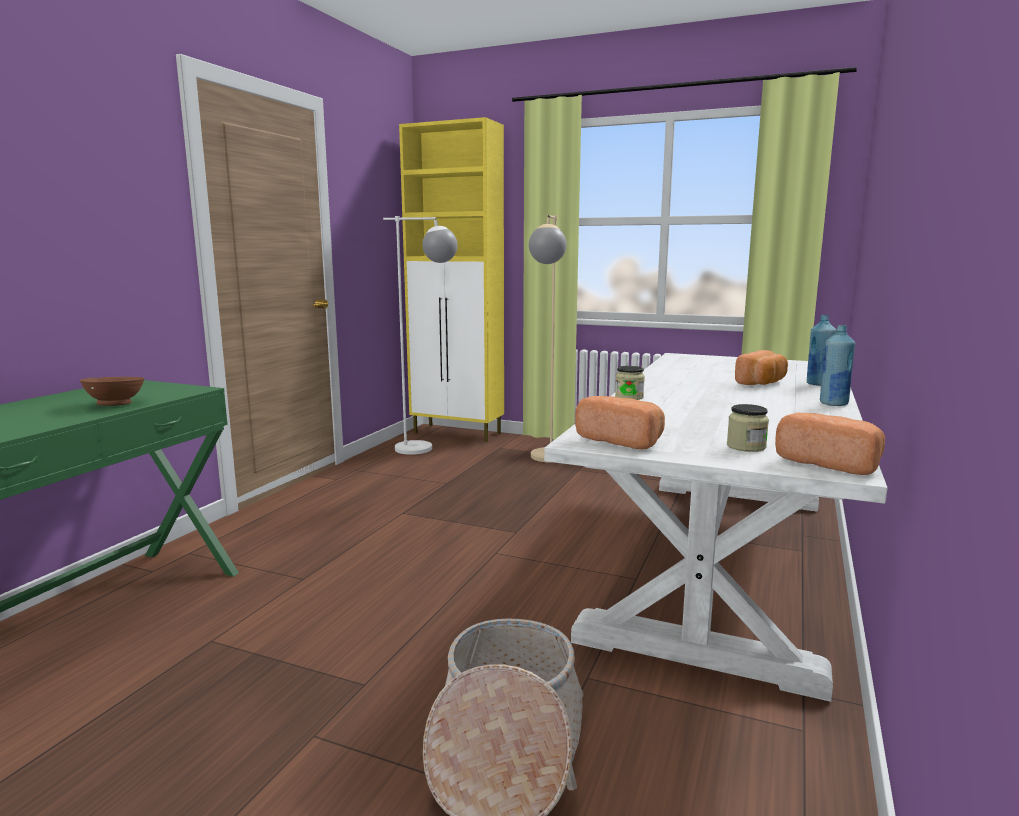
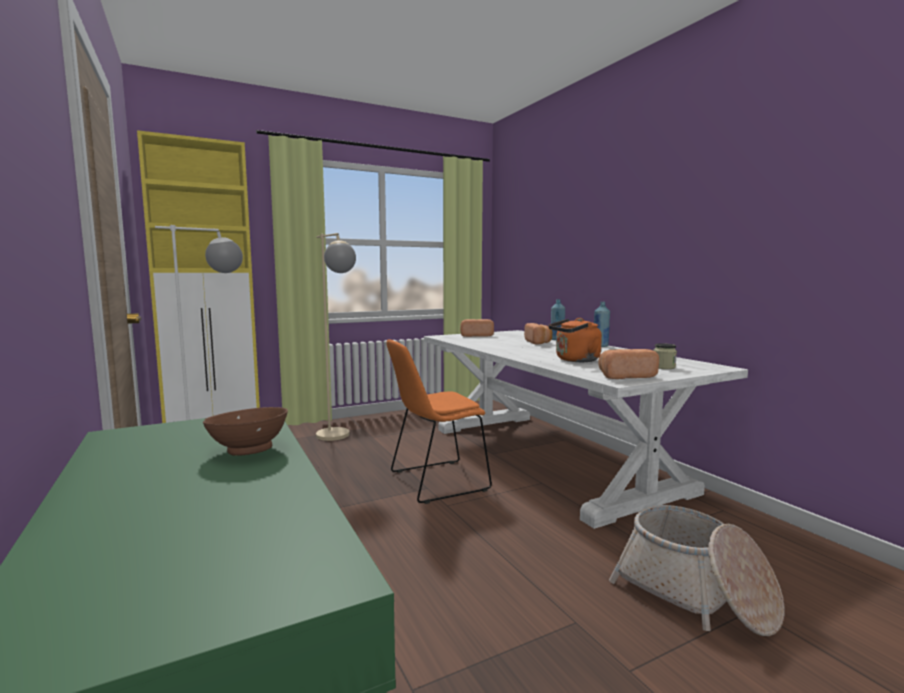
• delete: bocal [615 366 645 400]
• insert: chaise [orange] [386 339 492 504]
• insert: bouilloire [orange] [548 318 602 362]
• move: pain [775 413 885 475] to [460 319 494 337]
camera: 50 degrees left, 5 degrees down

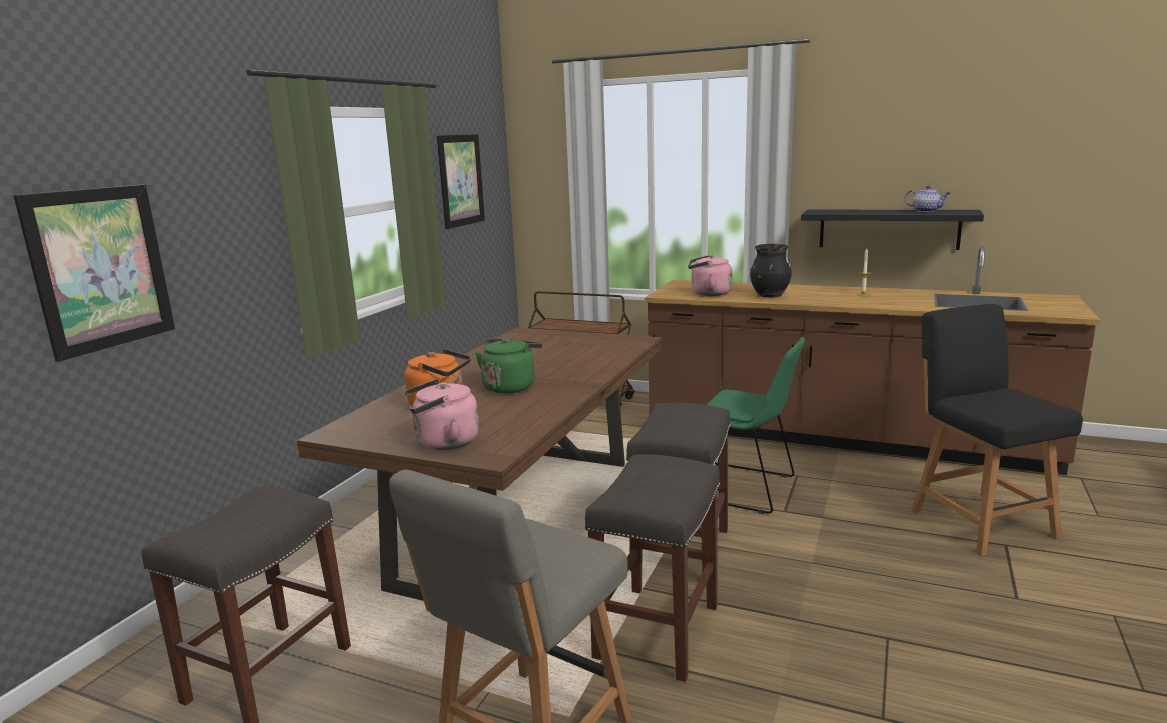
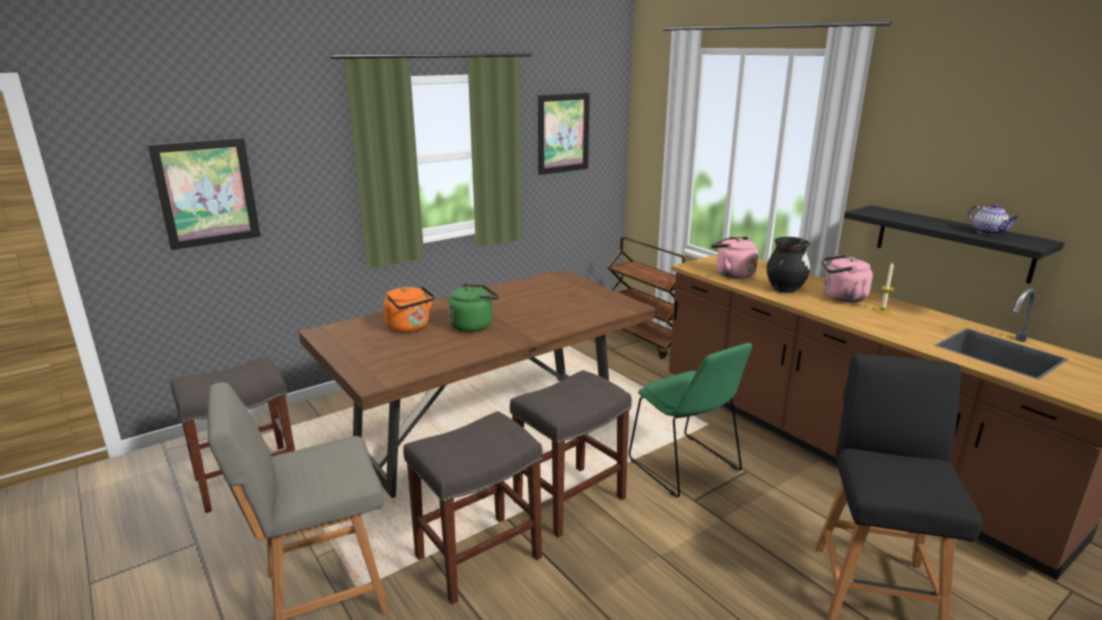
• move: bouilloire [rose] [404 379 479 450] to [822 254 873 302]
camera: 30 degrees right, 5 degrees up

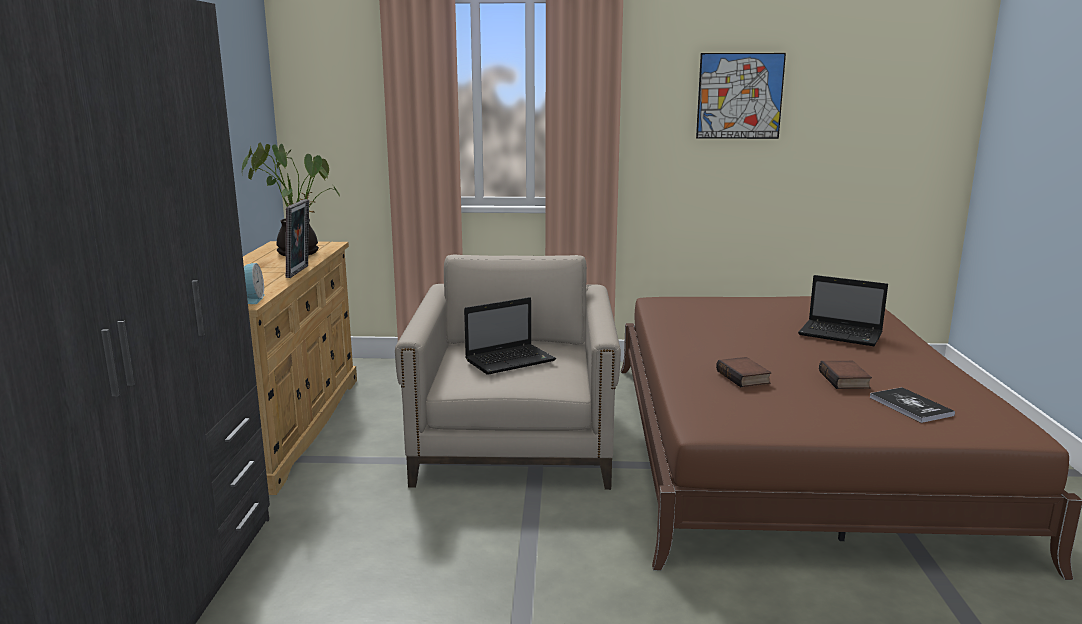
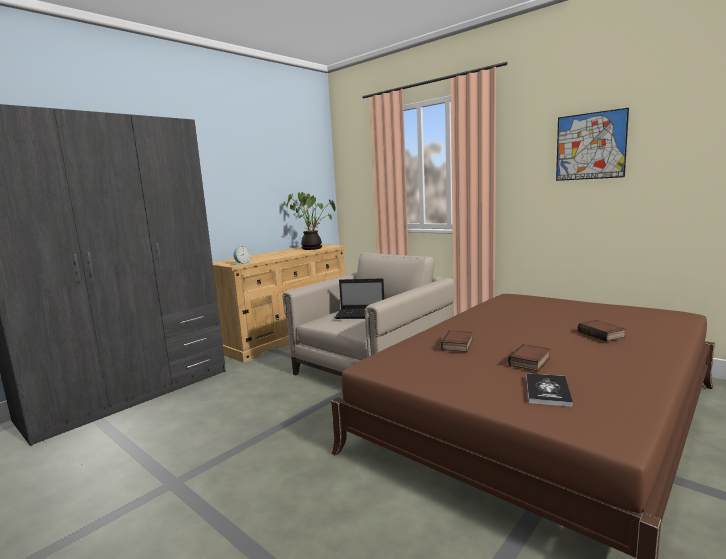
• delete: cadre photo [286 199 309 278]
• replace: ordinateur portable [798 275 888 346] to livre [578 320 626 342]
camera: 40 degrees right, 5 degrees down

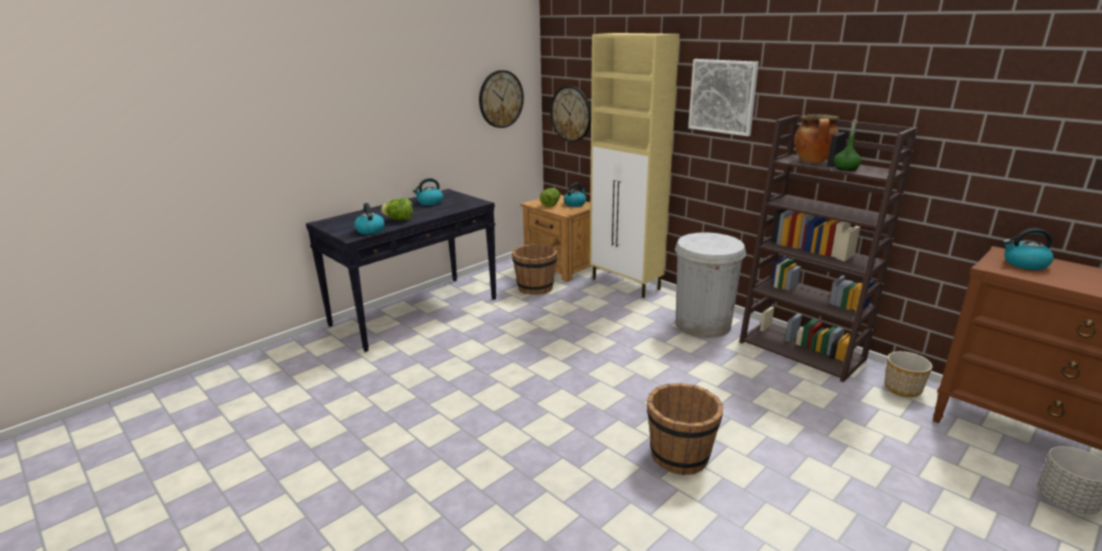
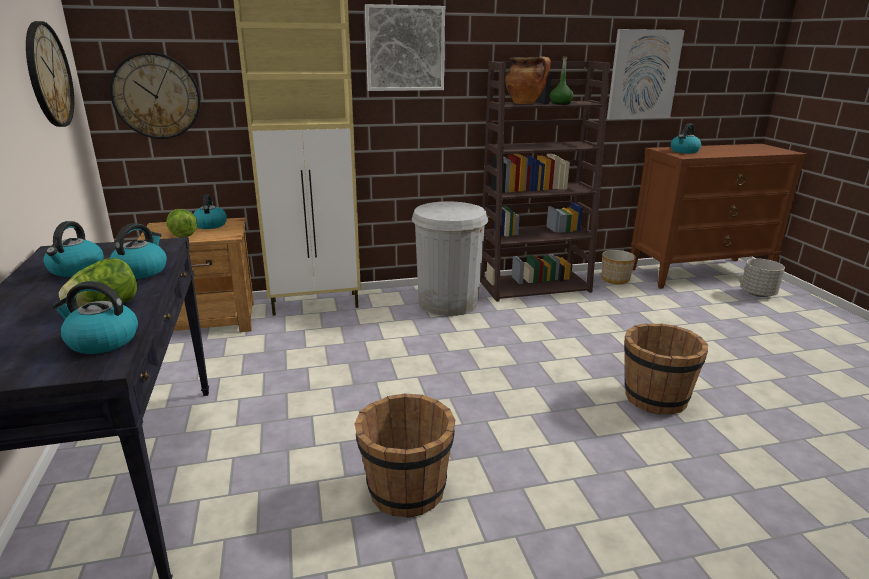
• insert: bouilloire [110 223 167 279]
• insert: tableau [607 29 685 120]
• move: seau [marron] [512 244 557 295] to [354 394 455 518]
camera: 60 degrees left, 0 degrees up

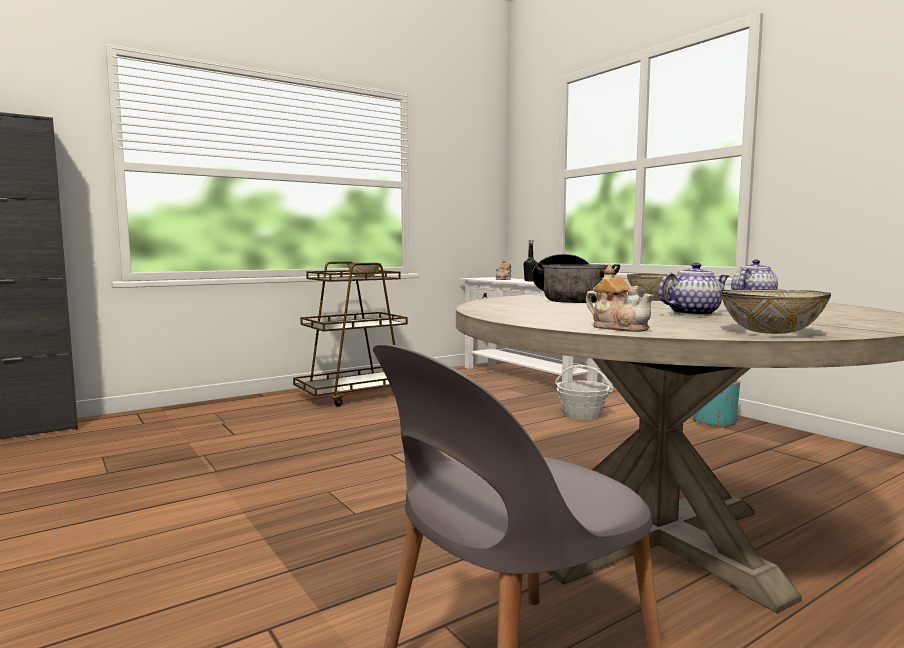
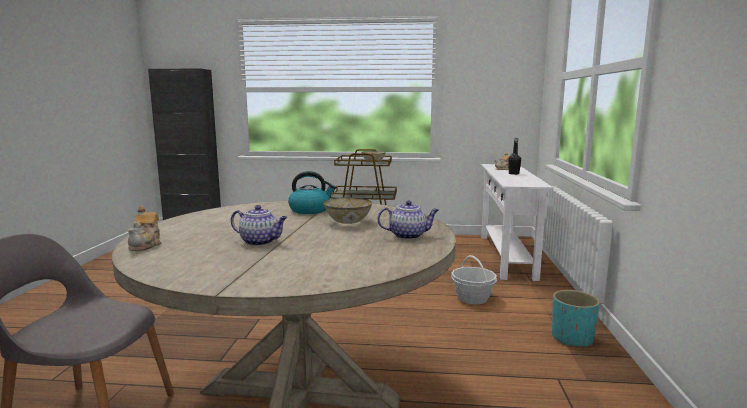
• delete: bol [719 289 831 334]
• replace: marmite [532 254 620 303] to bouilloire [288 171 336 214]
camera: 40 degrees right, 5 degrees up

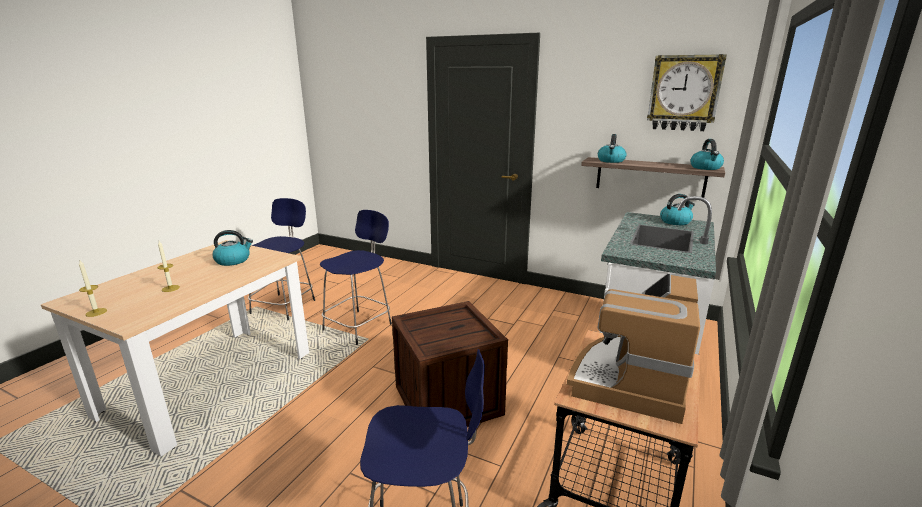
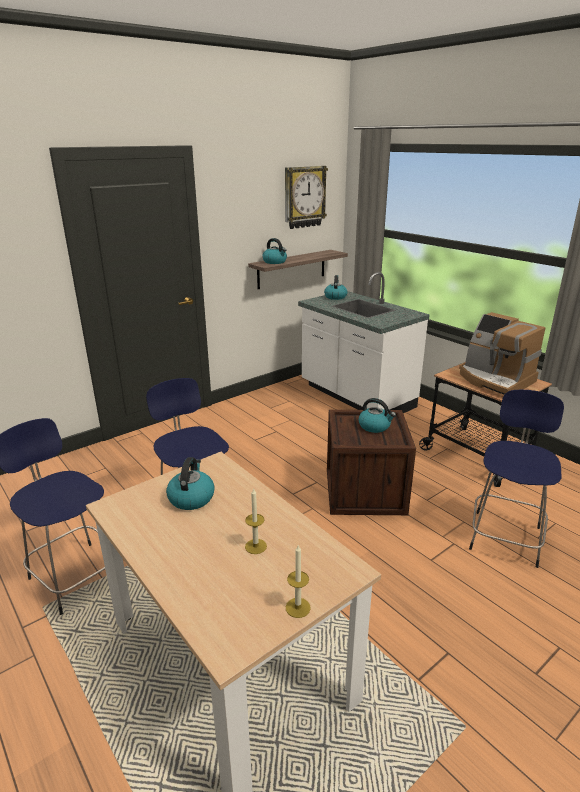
• move: bouilloire [691 139 724 170] to [359 398 396 433]
camera: 65 degrees left, 5 degrees up

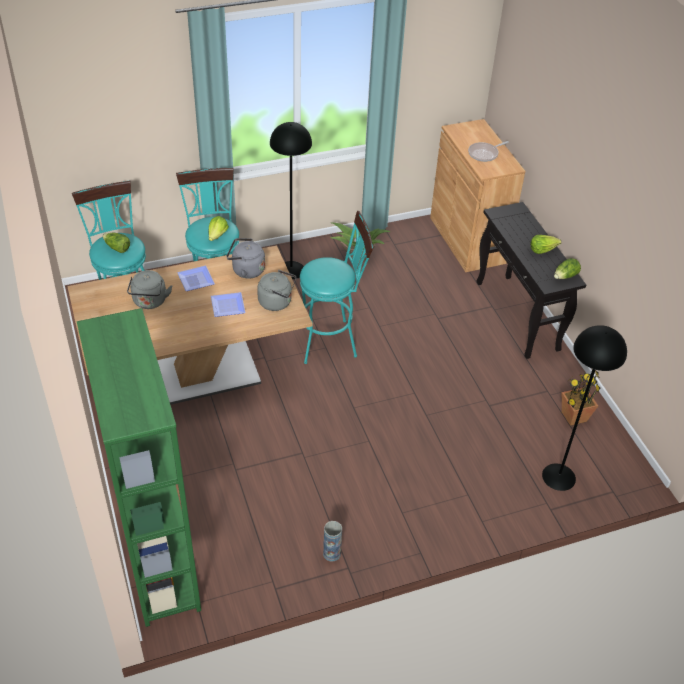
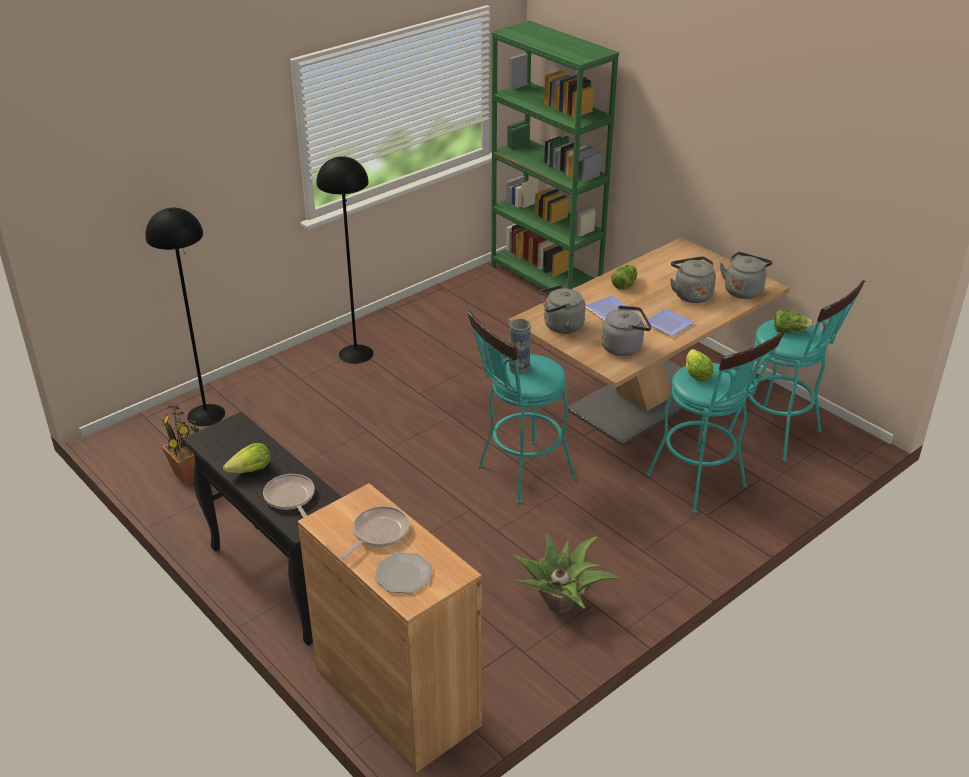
• insert: poêle [263 474 315 518]
• insert: assiette [375 552 432 593]
• insert: bouilloire [gris] [720 252 772 299]
• move: lampadaire [noir] [270 122 312 279] to [317 156 373 364]
• move: vase [323 521 342 561] to [509 318 531 374]
• move: laitue [554 258 581 279] to [611 265 637 290]
camera: 160 degrees right, 10 degrees down

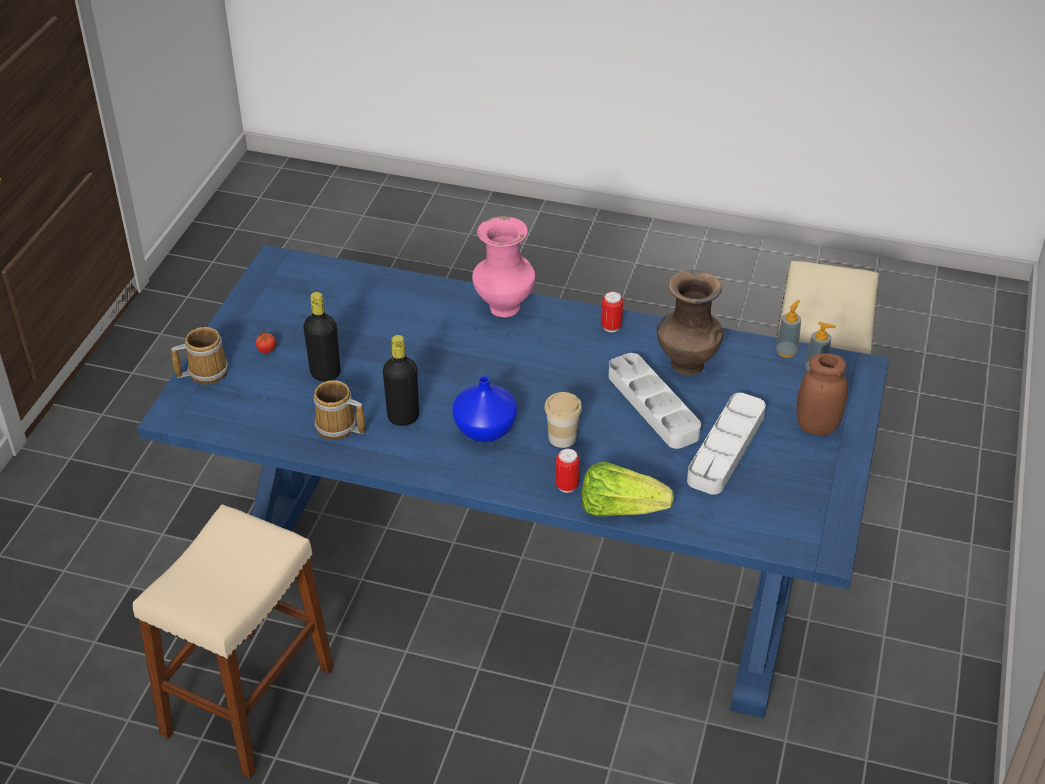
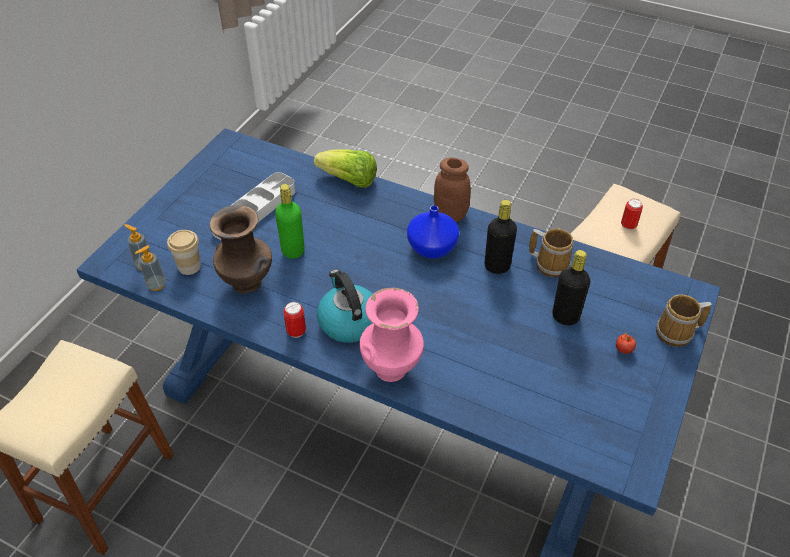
• insert: bouilloire [317 270 373 343]
• move: tasse [544 392 582 448] to [167 230 201 275]
• move: boîte métallique [555 449 580 493] to [621 199 643 230]
• move: bocal [marron] [796 353 848 436] to [434 157 471 222]
• replace: plateau [gris] [609 353 701 449] to bouteille [vert] [275 184 305 259]
camera: 170 degrees left, 5 degrees up

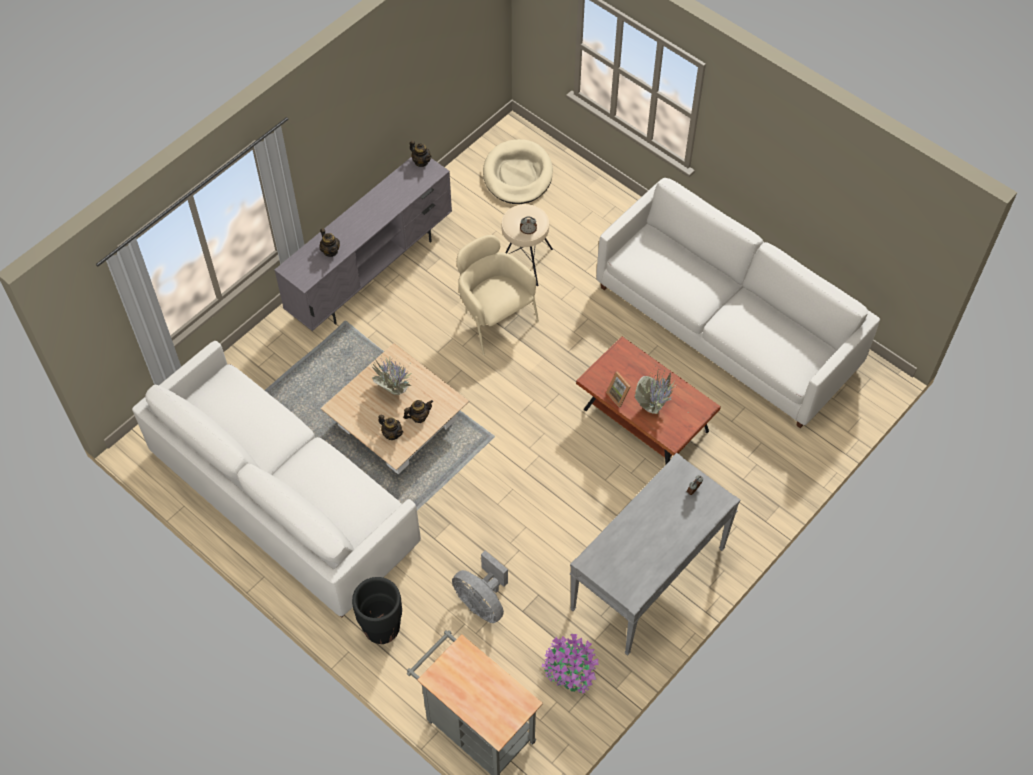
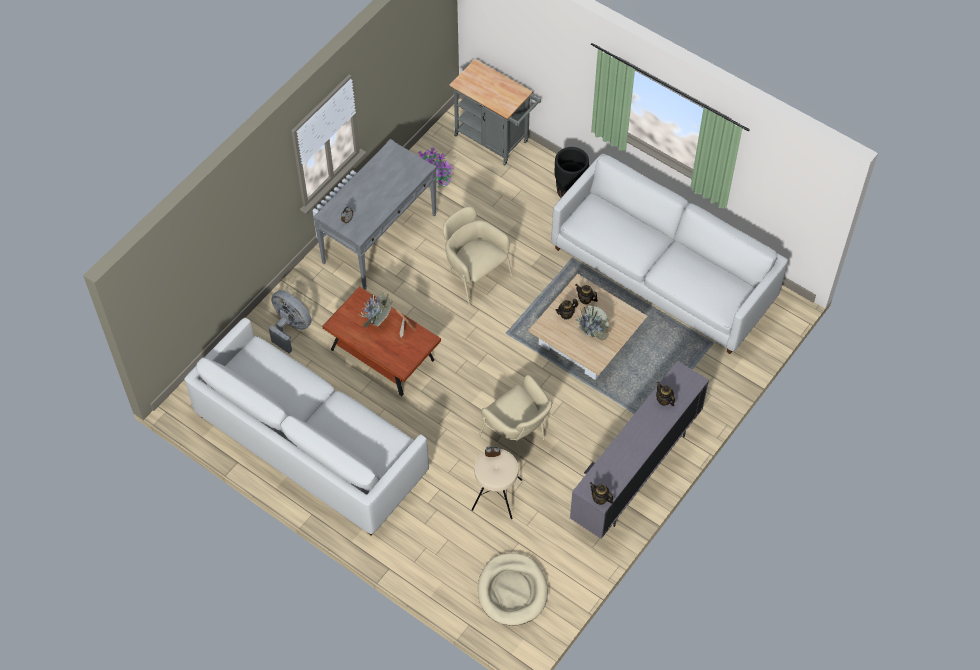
• insert: fauteuil [beige] [443 207 512 307]
• move: ventilateur [gris] [452 550 508 623] to [269 290 312 354]
camera: 175 degrees right, 0 degrees up

